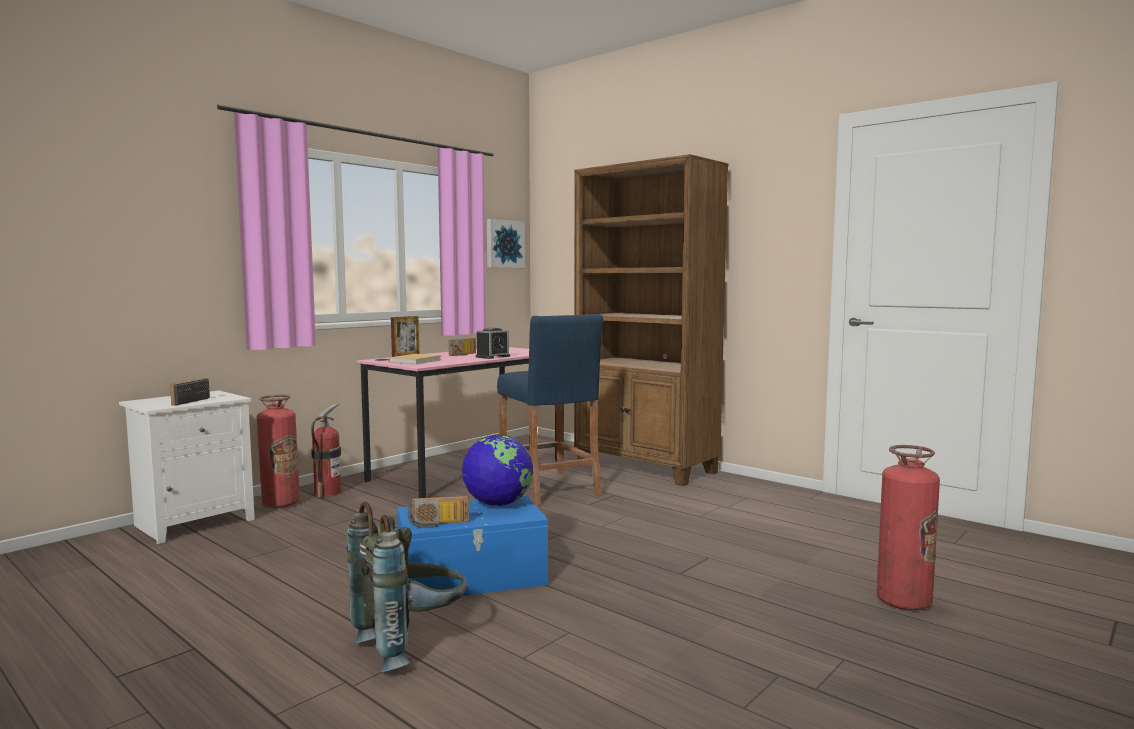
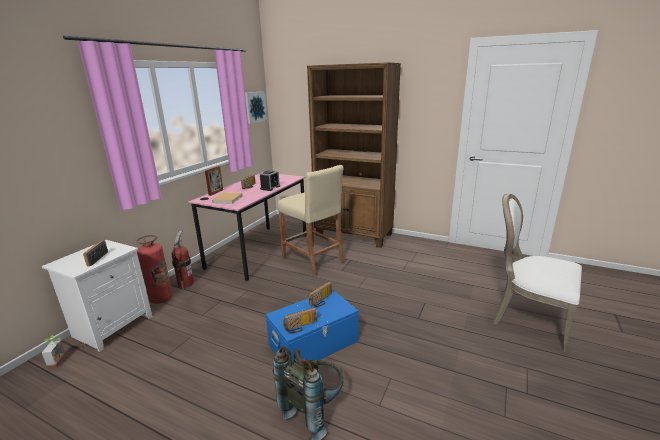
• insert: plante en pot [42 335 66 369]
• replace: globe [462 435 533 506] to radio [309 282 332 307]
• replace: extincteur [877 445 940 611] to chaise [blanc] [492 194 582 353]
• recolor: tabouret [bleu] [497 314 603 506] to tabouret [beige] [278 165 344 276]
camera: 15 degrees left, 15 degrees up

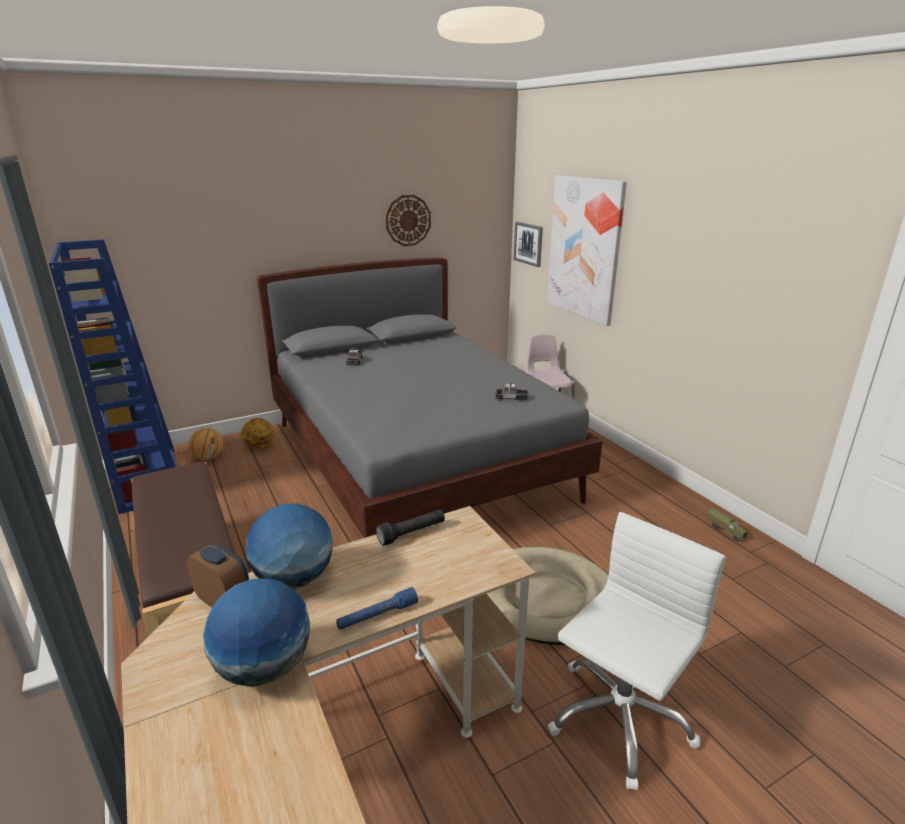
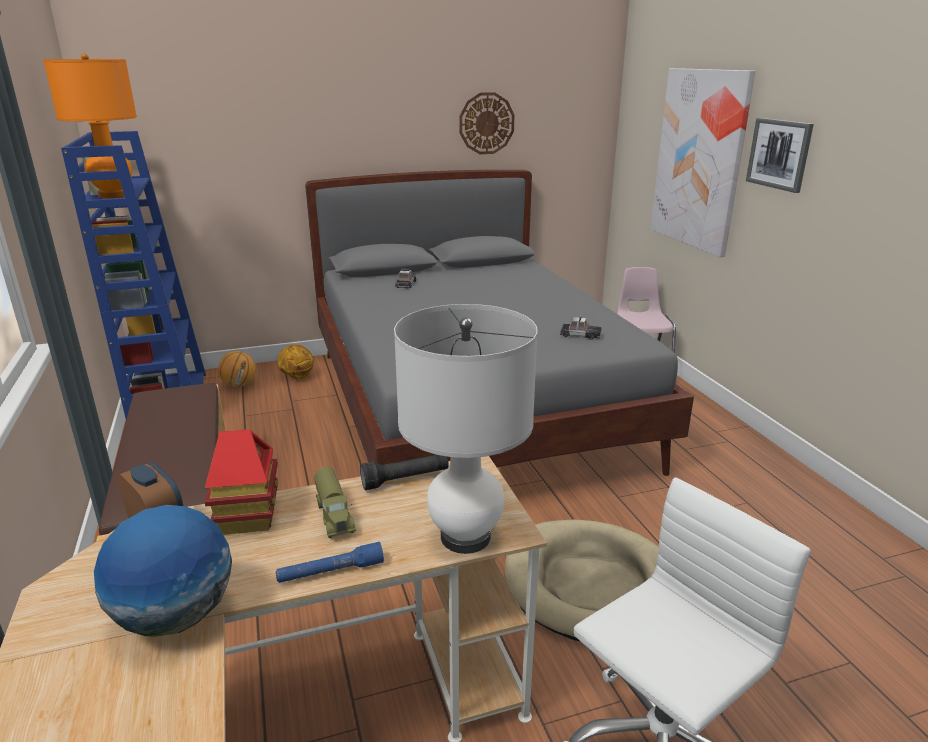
• insert: lampe de table [orange] [43 53 137 198]
• insert: lampe de table [blanc] [394 304 538 554]
• move: tableau [514 222 543 267] to [746 118 814 193]
• move: camion jouet [706 508 749 541] to [314 467 356 538]
• replace: globe [246 503 333 589] to maison miniature [205 429 278 535]
camera: 10 degrees right, 0 degrees up

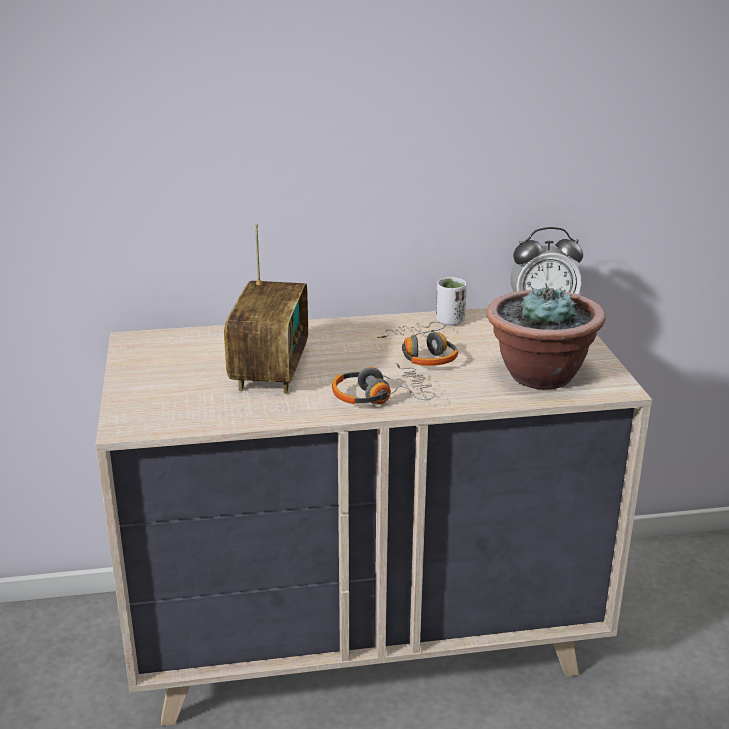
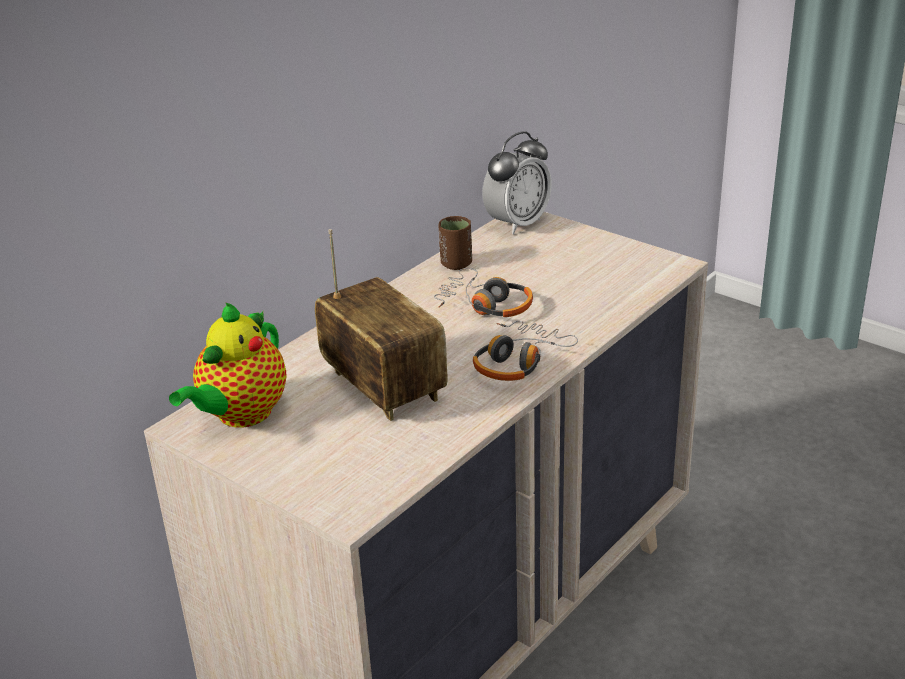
• delete: plante en pot [487 283 606 390]
• insert: théière [169 303 286 428]
• recolor: tasse [blanc] [436 277 467 326] to tasse [marron] [438 216 472 270]
camera: 40 degrees left, 5 degrees up

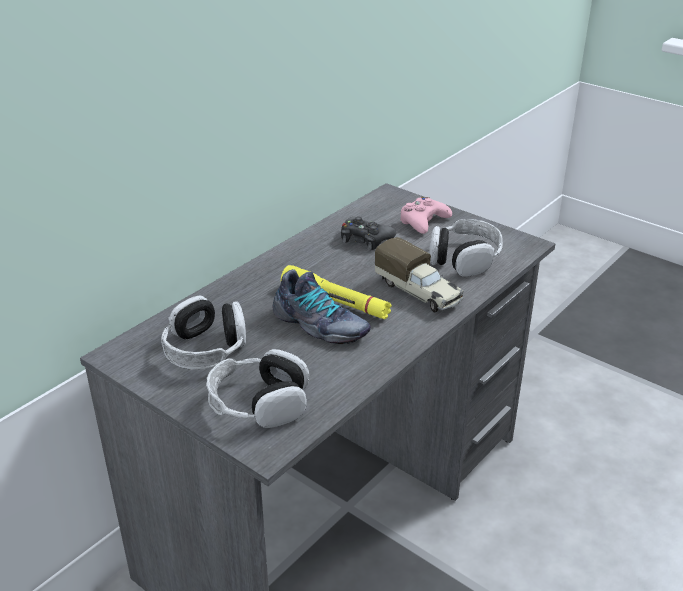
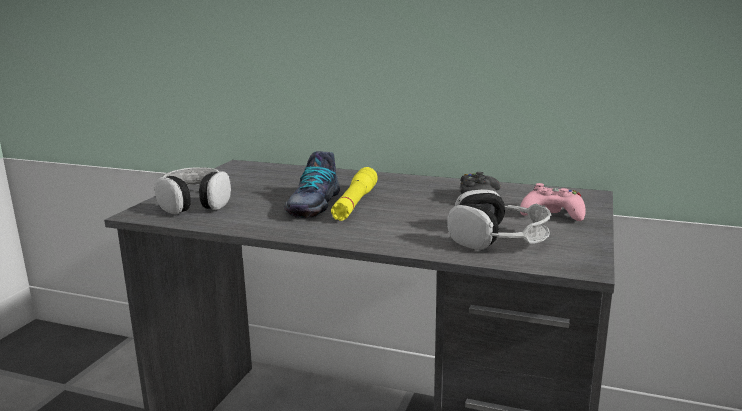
• delete: casque audio [161 295 246 370]
• delete: camion jouet [375 237 464 312]
camera: 70 degrees right, 15 degrees down

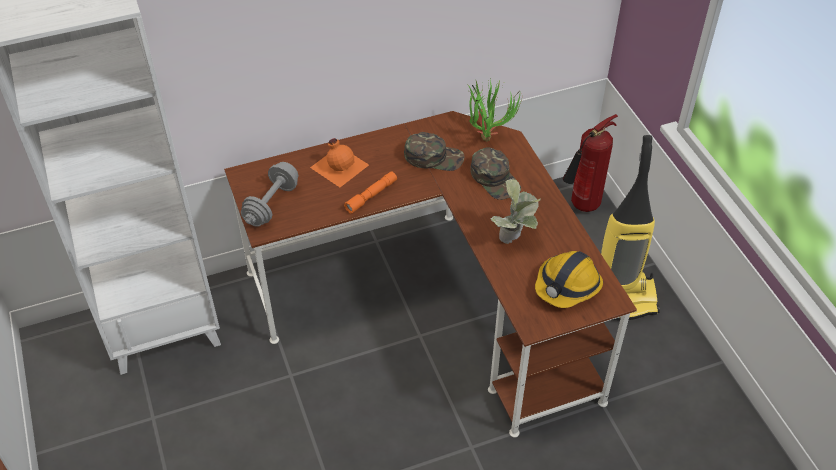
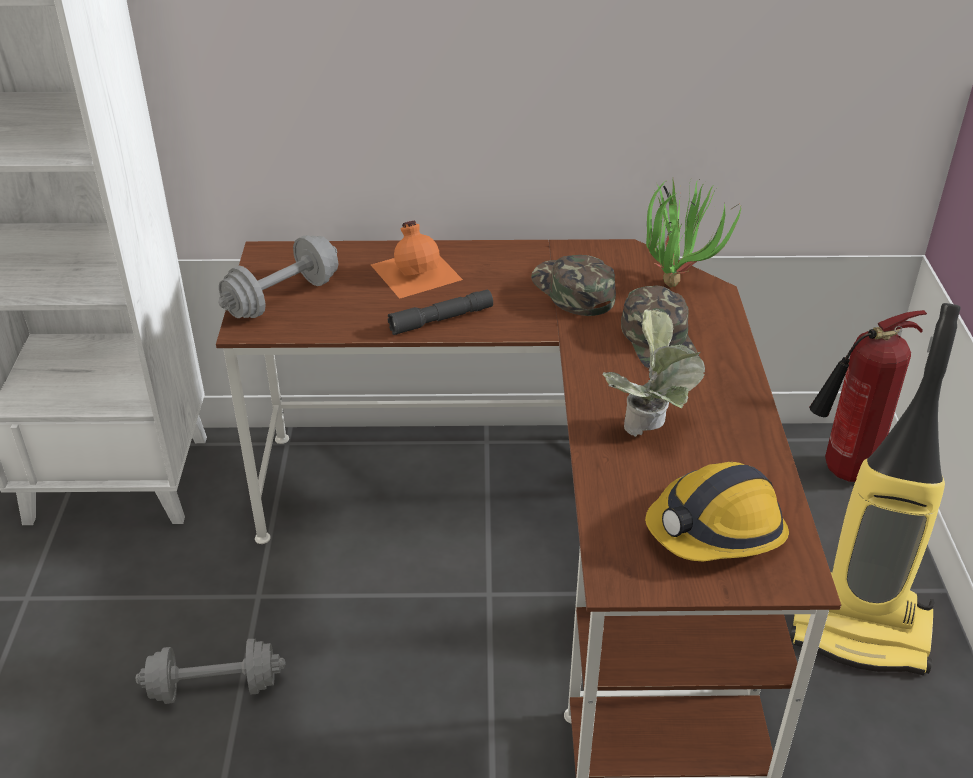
• insert: haltère [gris] [135 639 286 704]
• recolor: lampe de poche [orange] [344 171 397 214] to lampe de poche [gris] [388 290 493 335]
• rotate: casquette [vert] [404 132 464 171] = [531 255 616 316] 150 degrees counterclockwise
camera: 20 degrees right, 10 degrees down

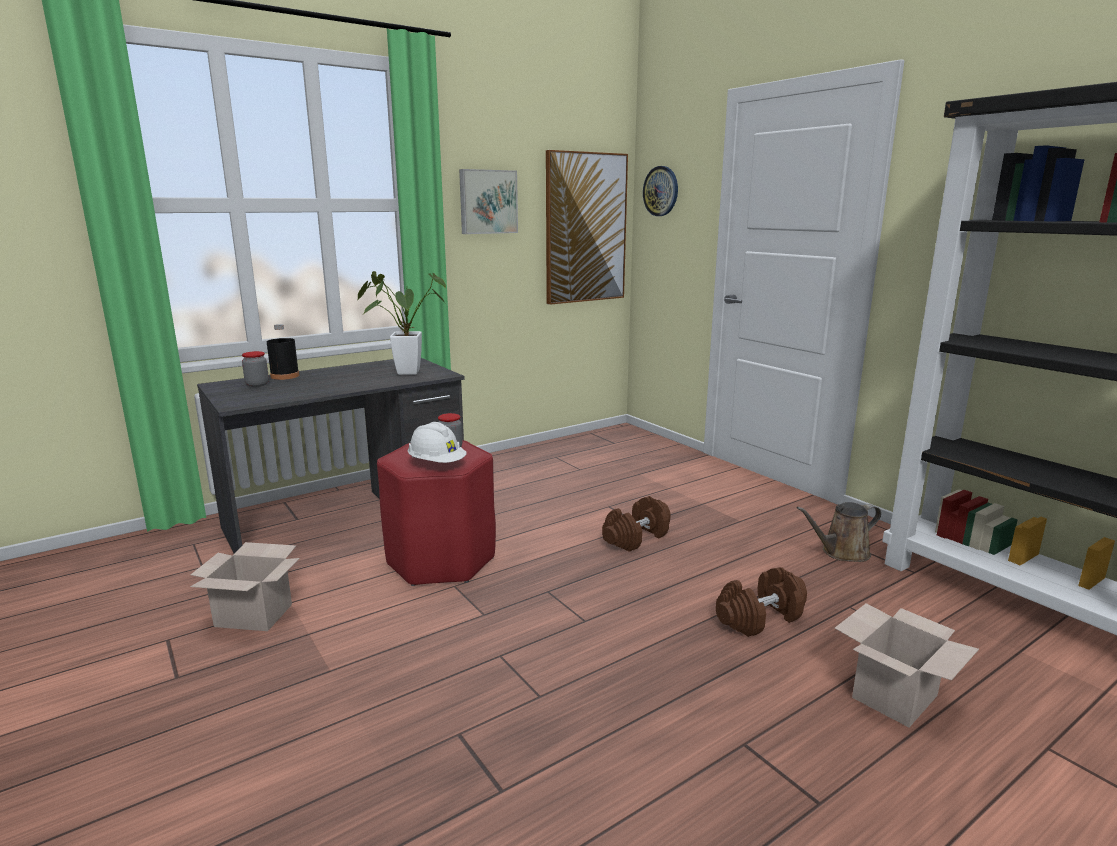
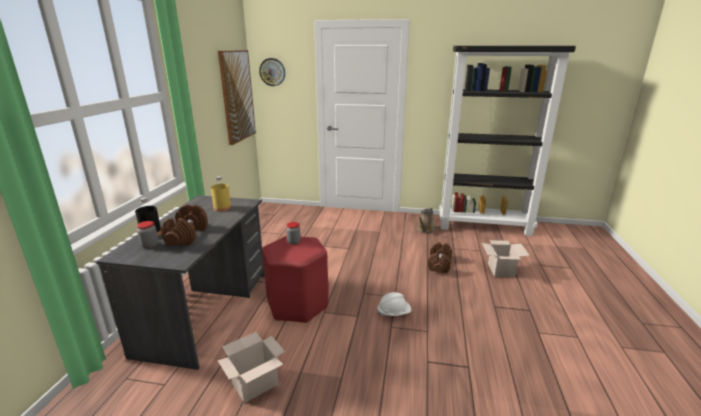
• delete: tableau [459 169 518 234]
• move: casque de chantier [blanc] [408 422 466 463] to [377 292 411 316]
• move: haltère [marron] [602 496 671 552] to [161 204 208 245]
• replace: plante en pot [357 271 446 375] to bouteille [jaune] [211 176 231 212]
camera: 45 degrees left, 5 degrees up

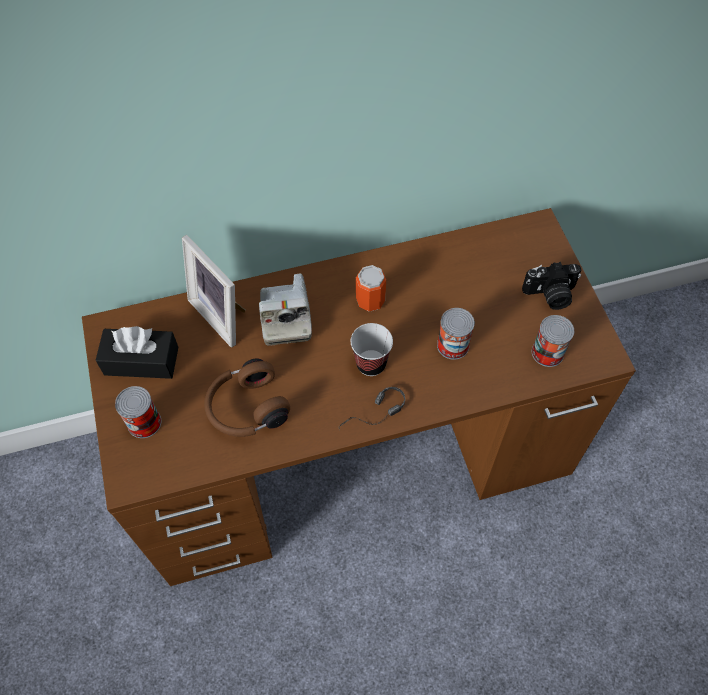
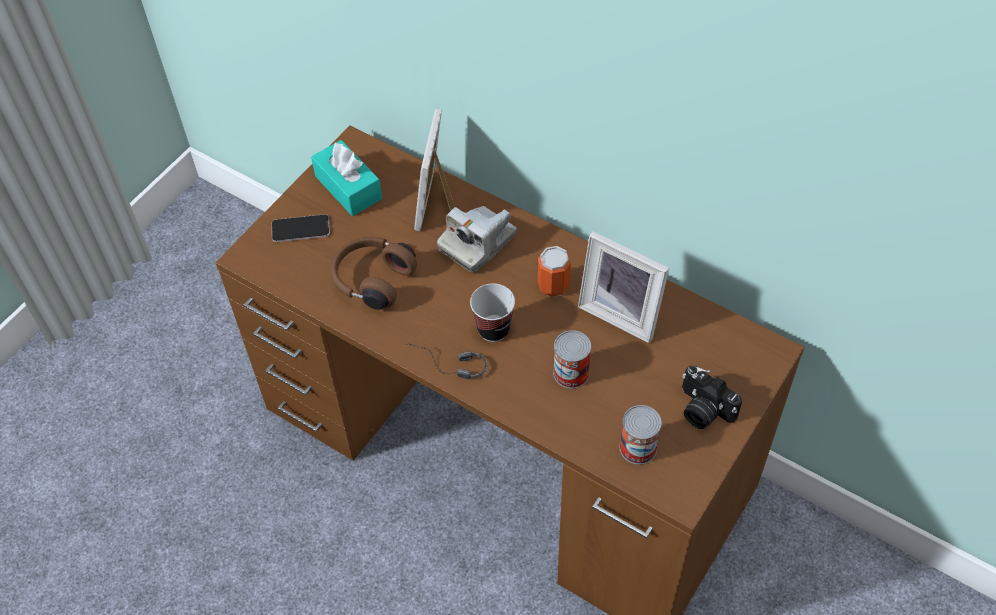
• insert: cadre photo [578 231 669 343]
• replace: boîte métallique [115 386 161 438] to téléphone [272 214 330 242]
• recolor: boîte à mouchoirs [noir] [95 326 178 379] to boîte à mouchoirs [turquoise] [311 140 382 216]
camera: 50 degrees right, 5 degrees down

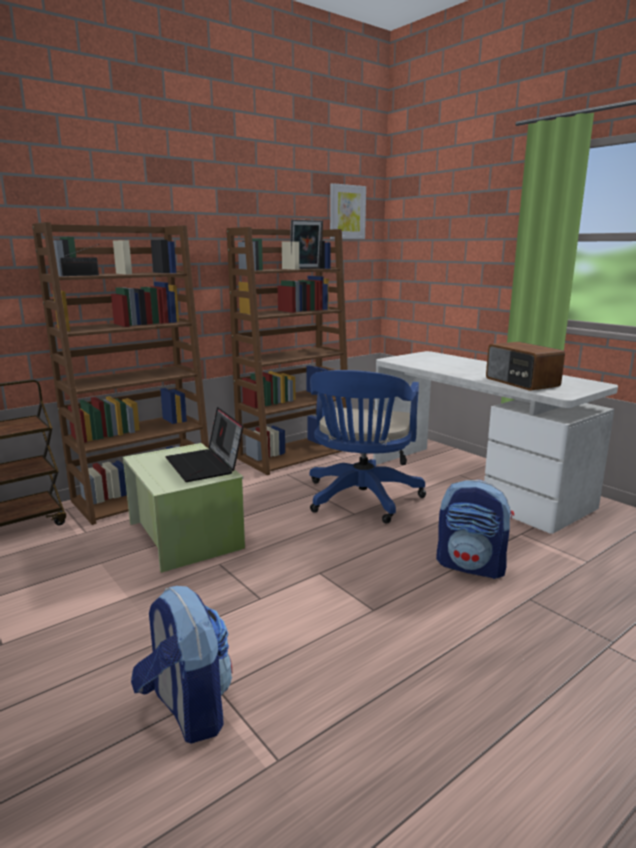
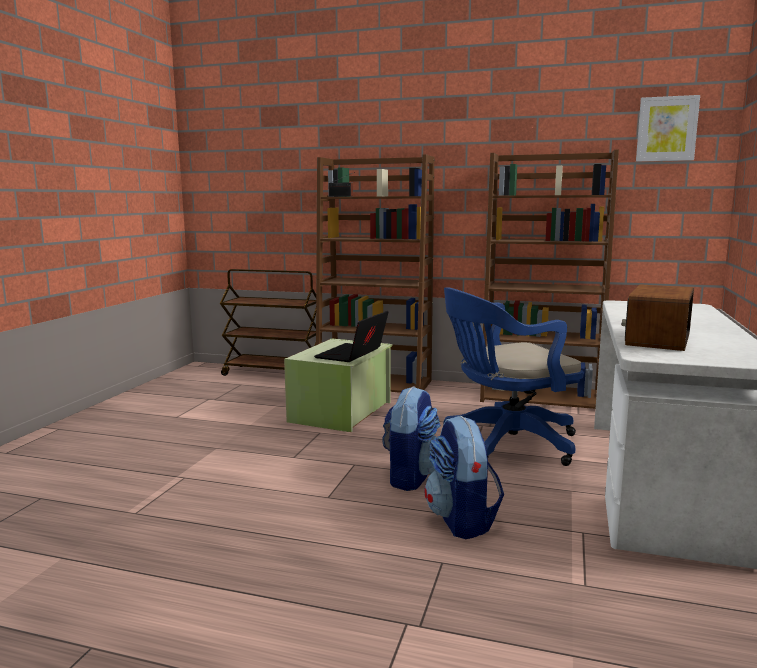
• delete: cadre photo [290 220 323 269]
• move: sac à dos [131 586 232 744] to [382 386 440 491]
camera: 55 degrees right, 5 degrees down

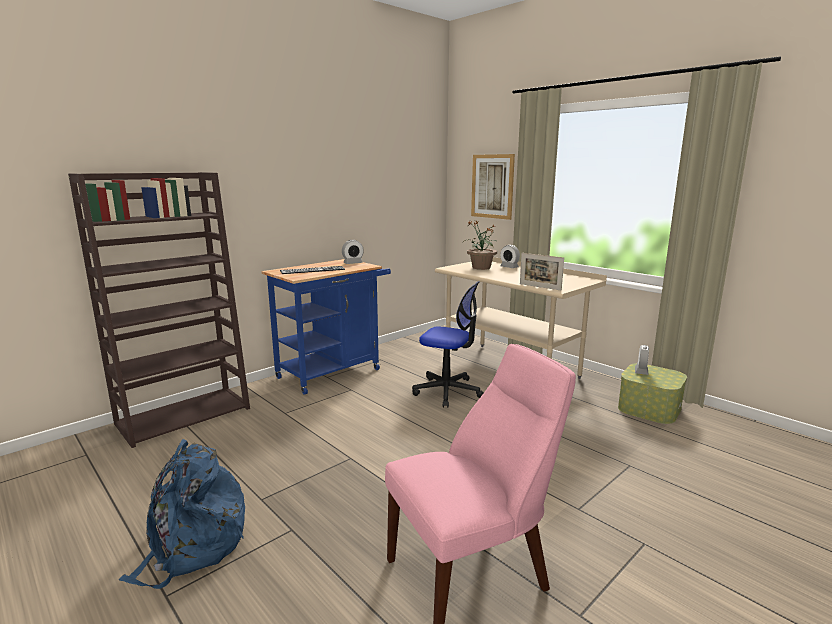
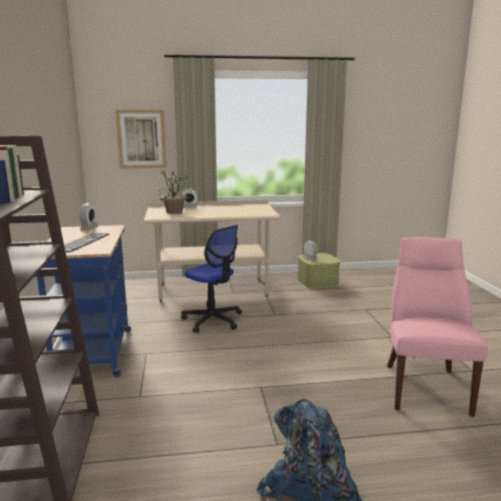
• delete: cadre photo [520 253 564 290]
• rotate: chaise de bureau [412 281 484 408] = [181 225 242 333] 75 degrees clockwise
camera: 55 degrees left, 0 degrees up

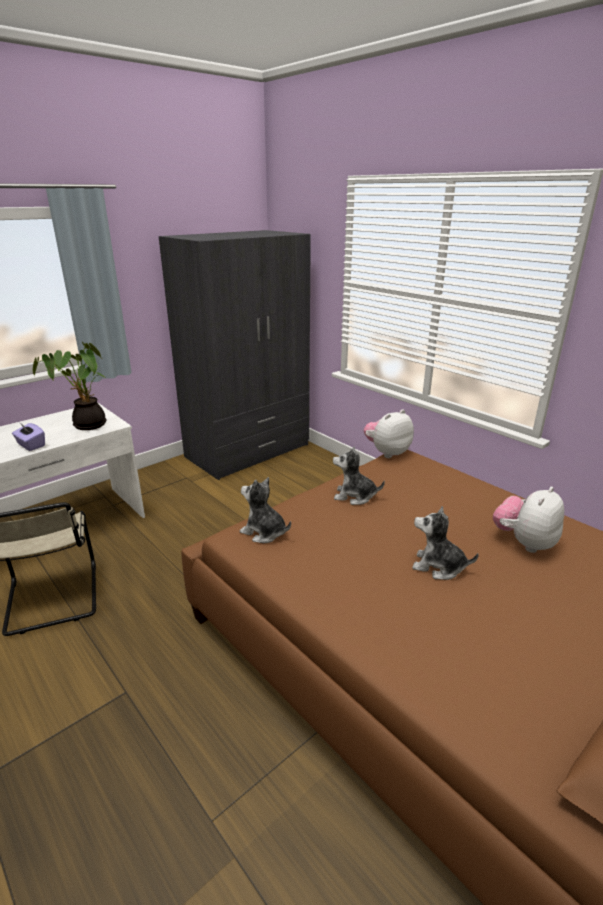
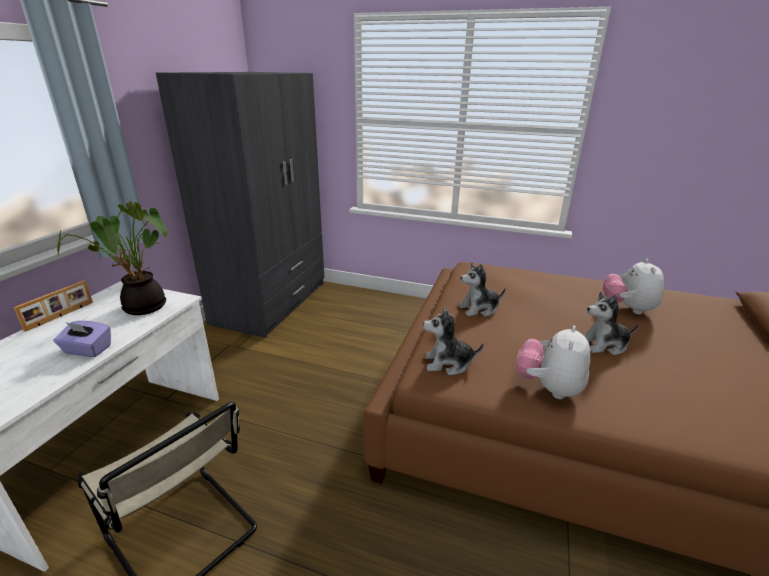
• insert: cadre photo [13 280 93 332]
• move: peluche [364 409 414 458] to [516 326 590 399]
camera: 30 degrees left, 0 degrees up

